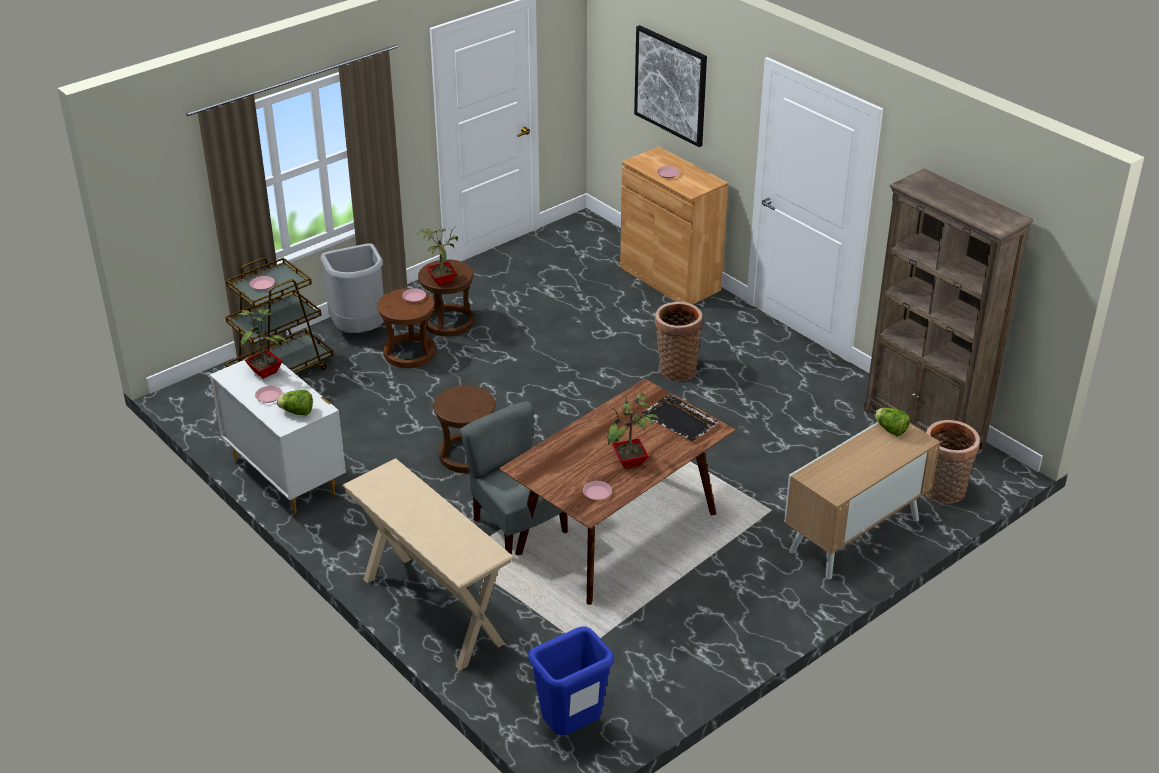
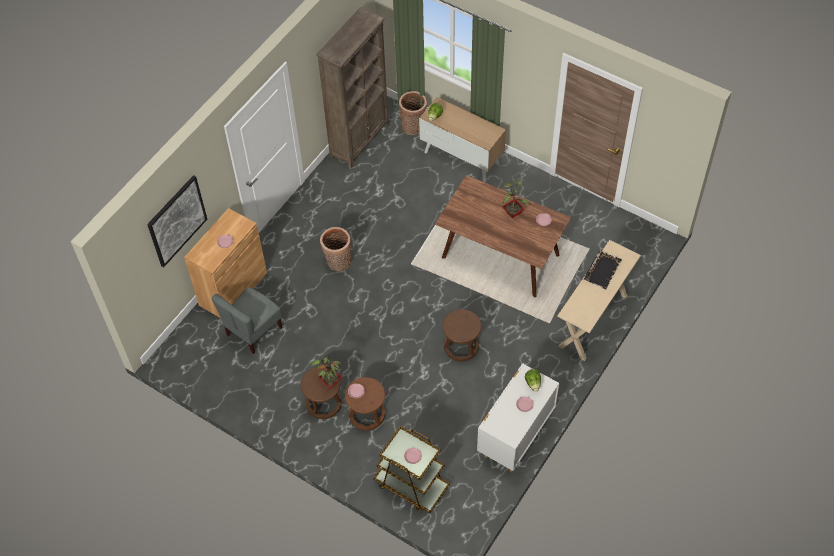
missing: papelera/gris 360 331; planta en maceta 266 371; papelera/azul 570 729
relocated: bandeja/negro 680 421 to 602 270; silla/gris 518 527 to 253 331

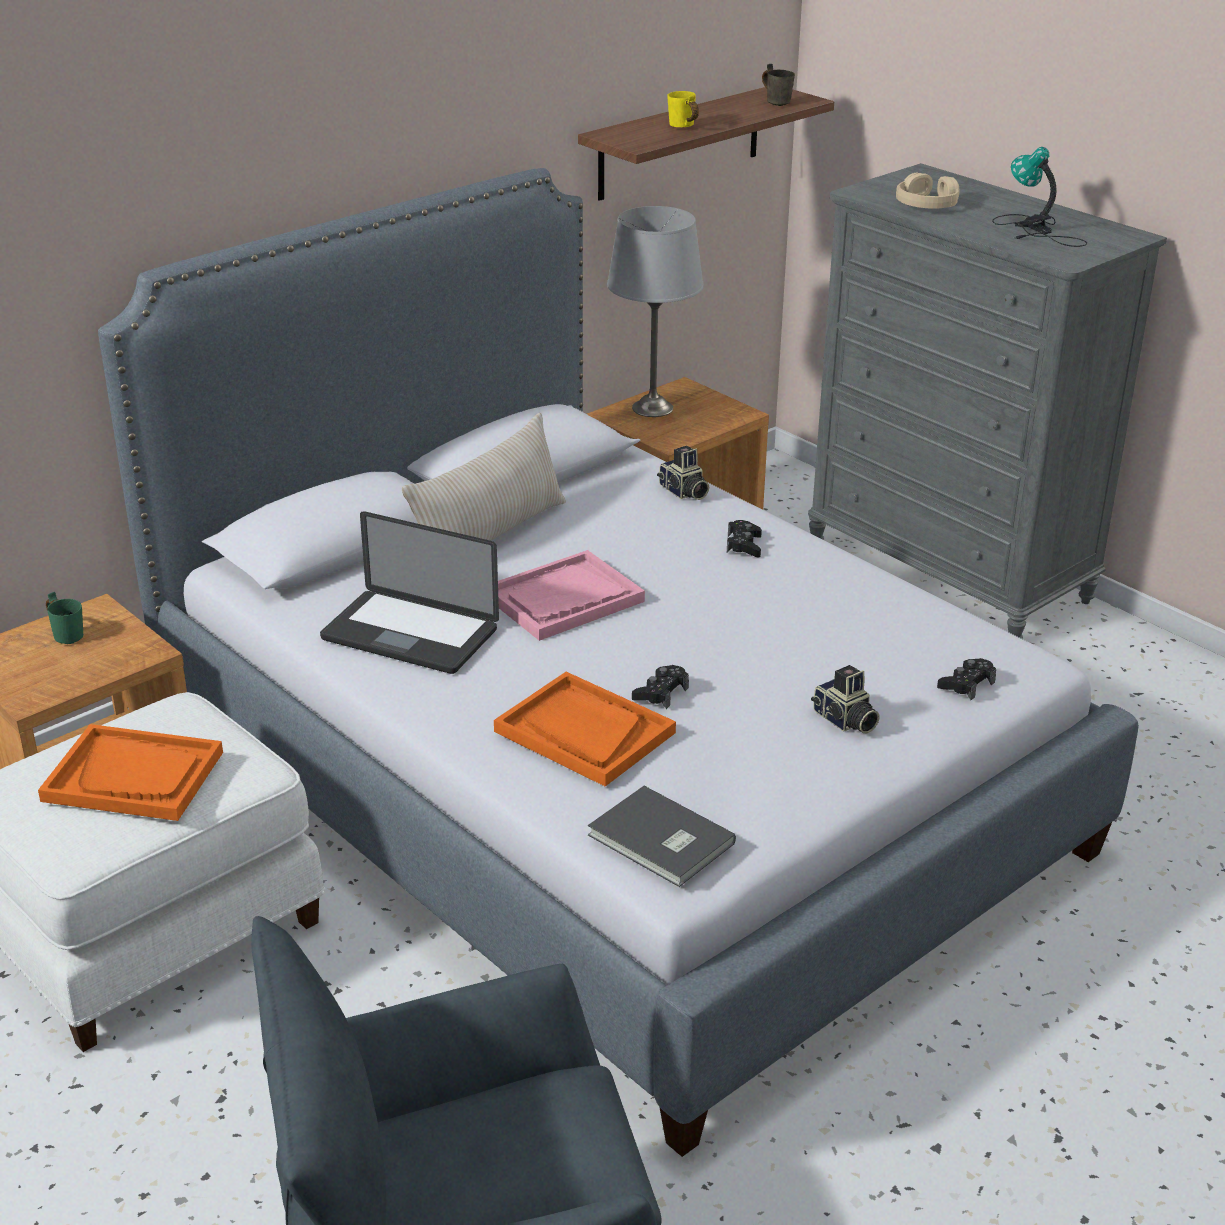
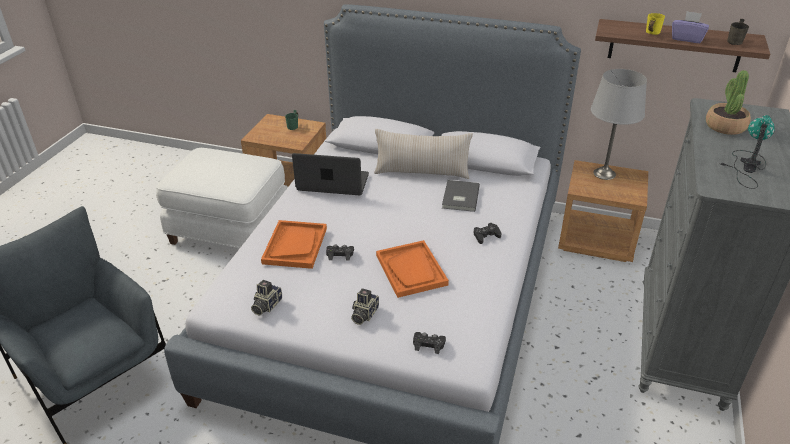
missing: bandeja/rosa 564 599
appeared: caja de pañuelos/morado 687 38
relocated: cámara 683 492 to 266 305; bandeja/naranja 134 776 to 411 270; libro/gris 660 842 to 459 197
exchanged: auriculares/beis 927 204 to planta en maceta 725 126
spun: portátil 410 634 = 333 183 105 degrees clockwise

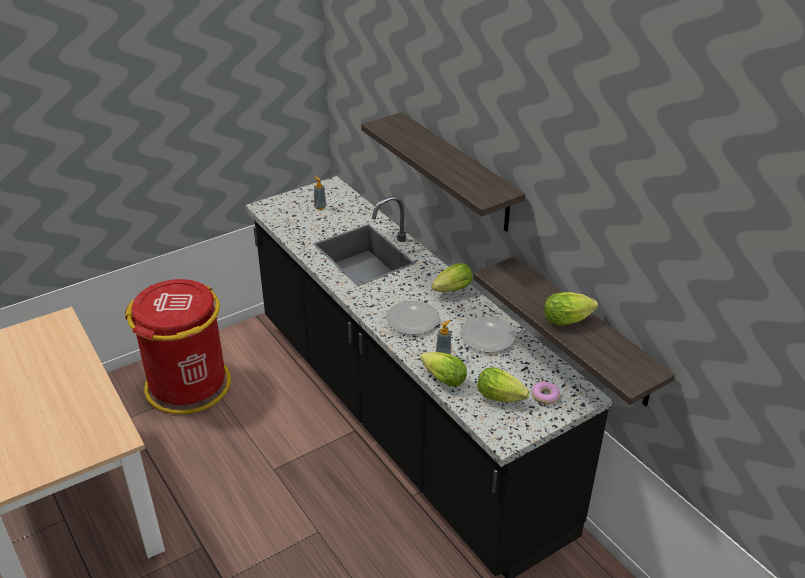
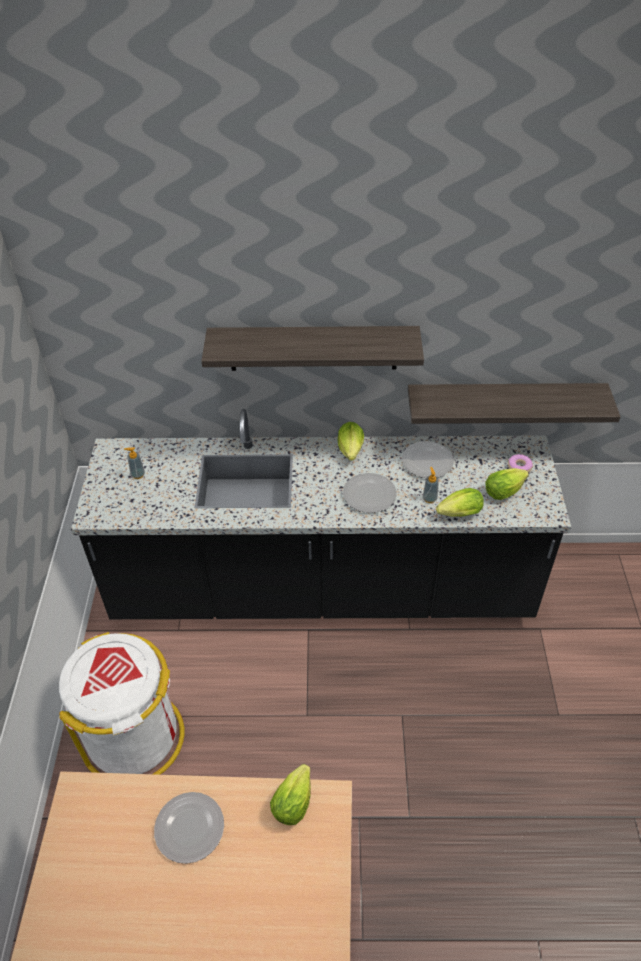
appeared: plato 190 828
relocated: lechuga 569 320 to 294 799
colour: papelera/rojo 188 385 to papelera/blanco 135 737

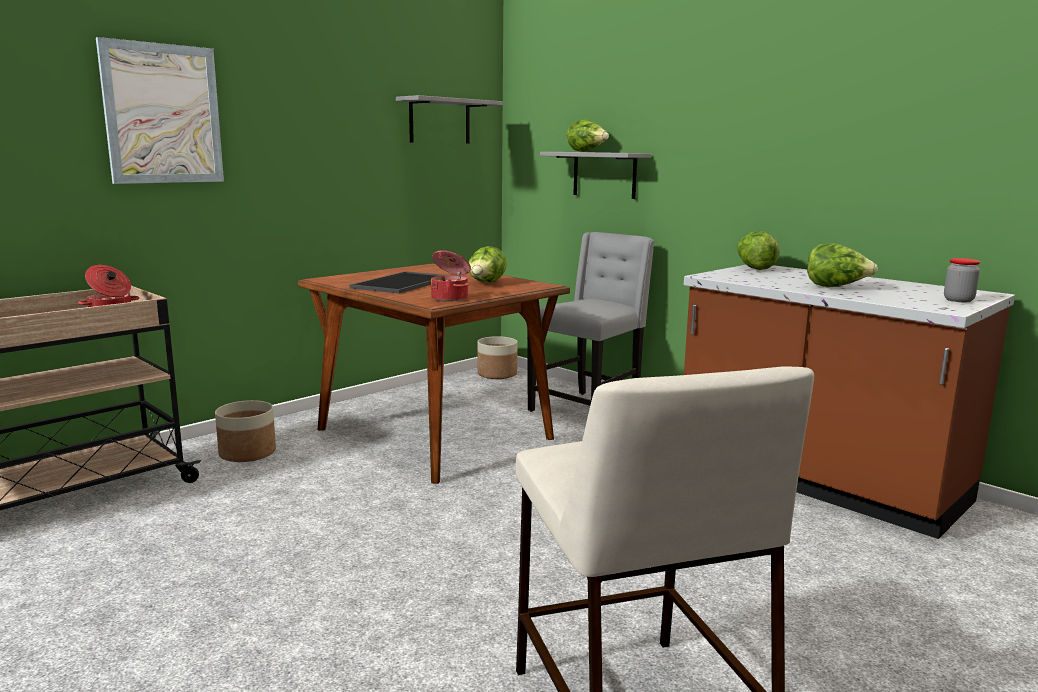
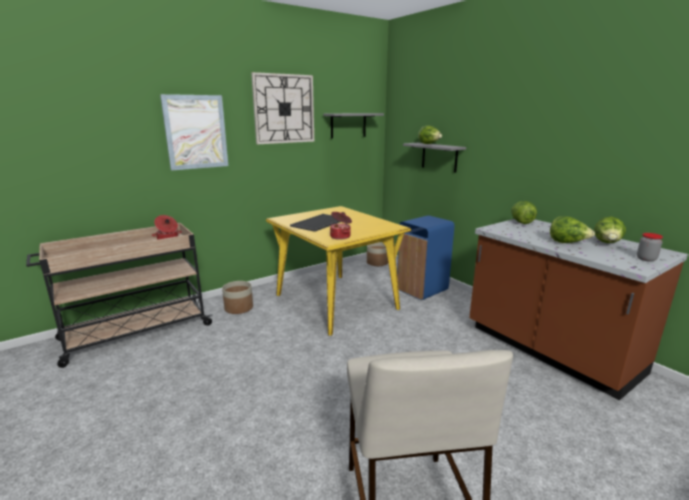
appeared: reloj de pared 284 109
relocated: lechuga 486 283 to 607 243
exchanged: silla/gris 587 409 to papelera/azul 422 290
colour: mesa de comedor/marrón 435 434 to mesa de comedor/amarillo 336 302

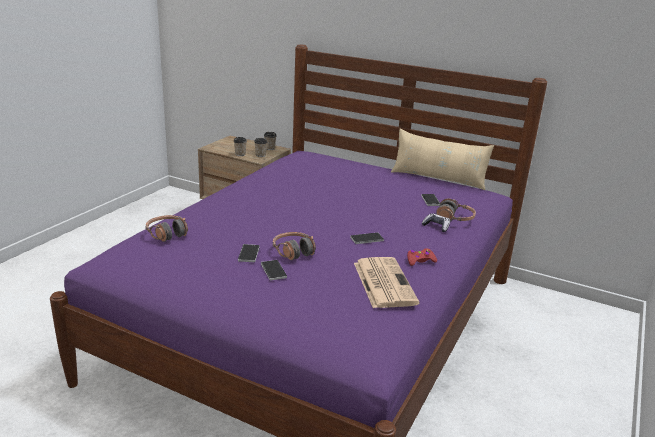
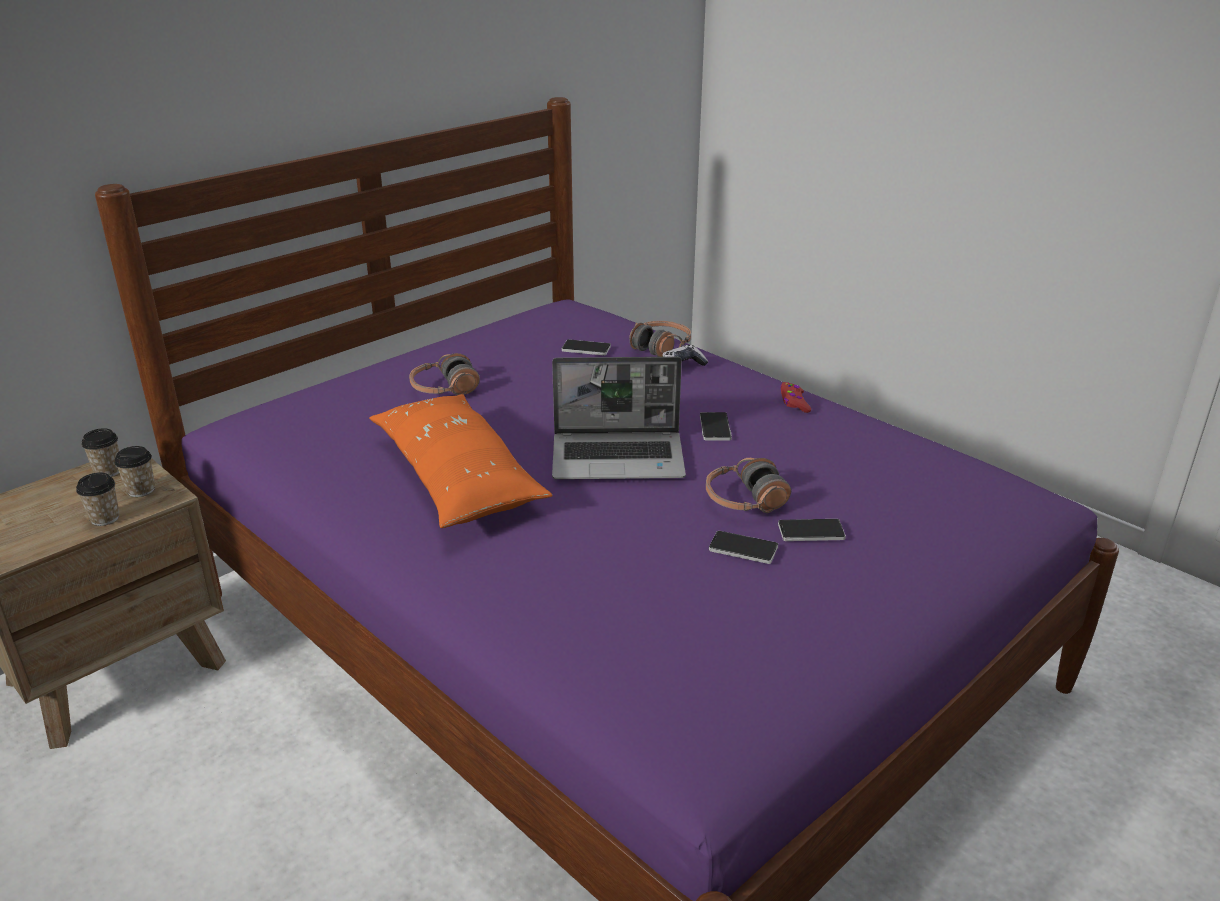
missing: cojín/beis 438 179; periódico 383 282
appeared: portátil 619 458; cojín/naranja 456 478
relocated: auriculares 167 234 to 444 389

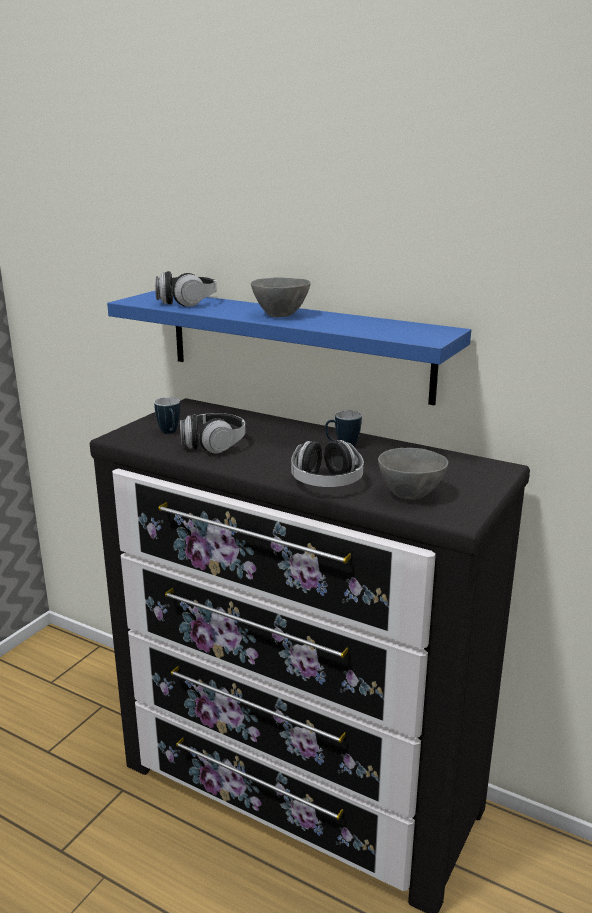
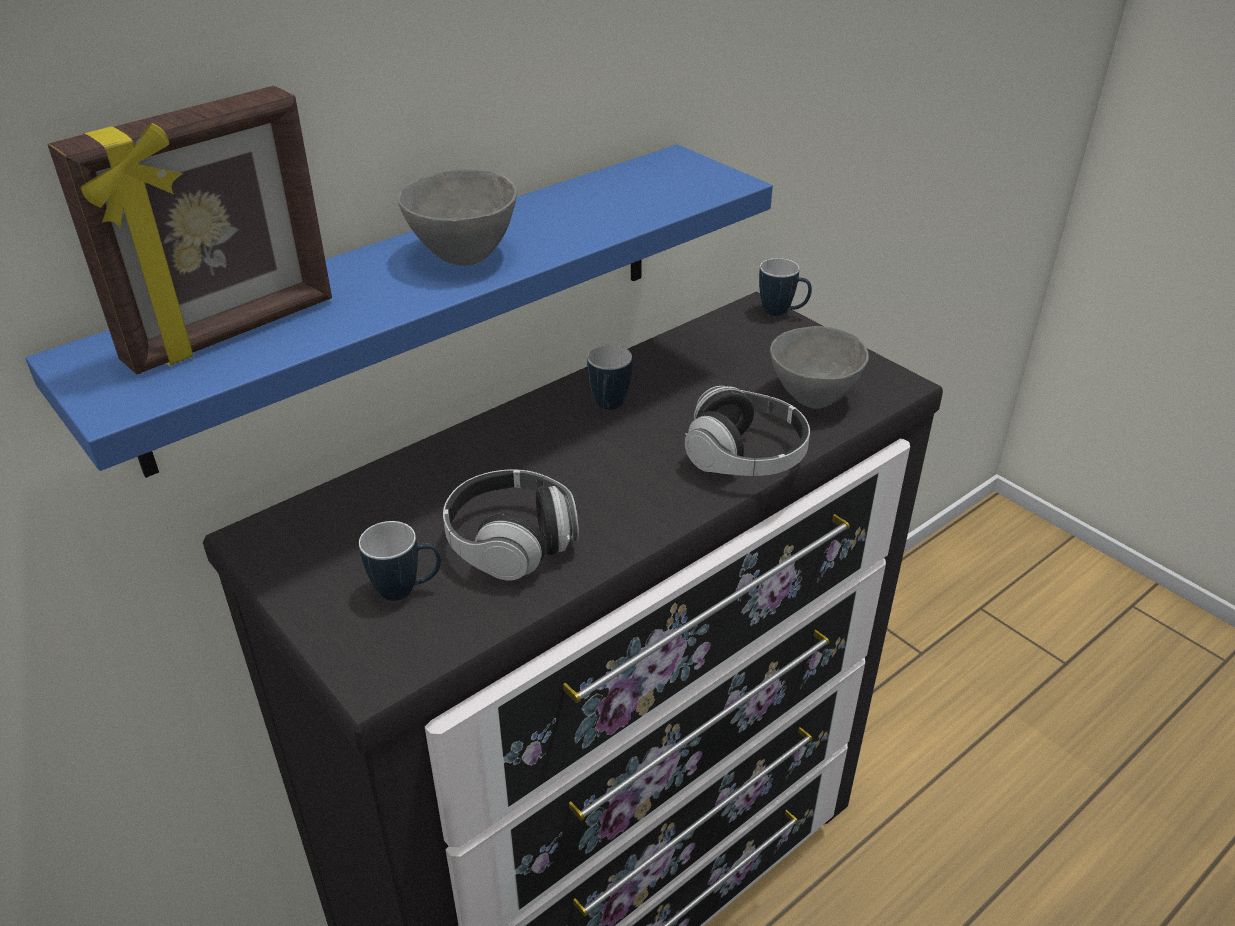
appeared: taza grande 782 312
exchanged: auriculares 186 302 to portarretratos 233 332

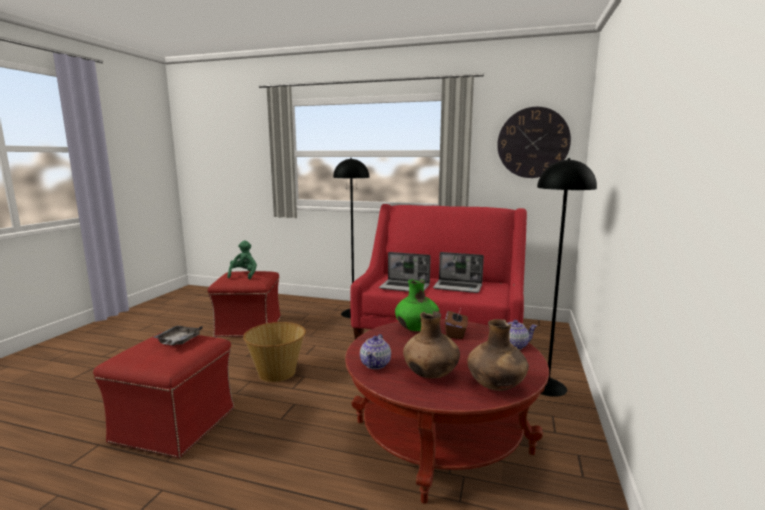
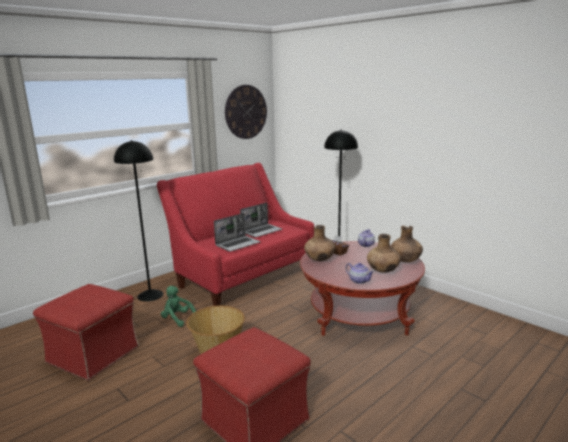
missing: bandeja/gris 178 341
relocated: peluche/verde 244 275 to 177 319
colour: florero/verde 417 329 to florero/marrón 319 259

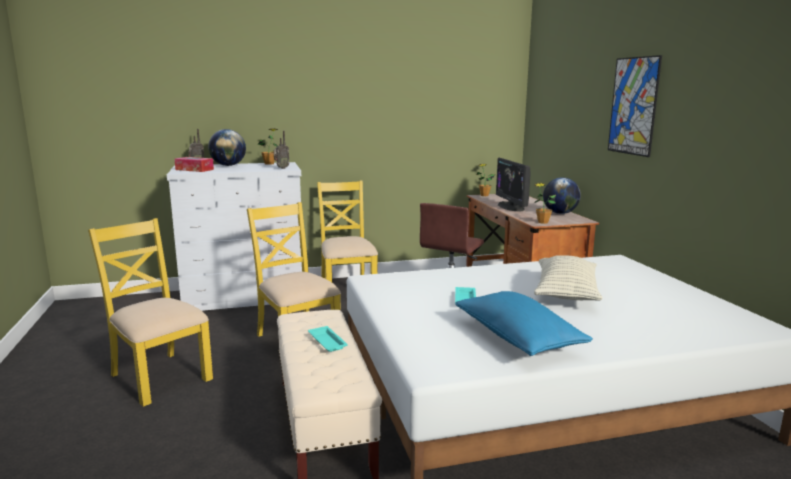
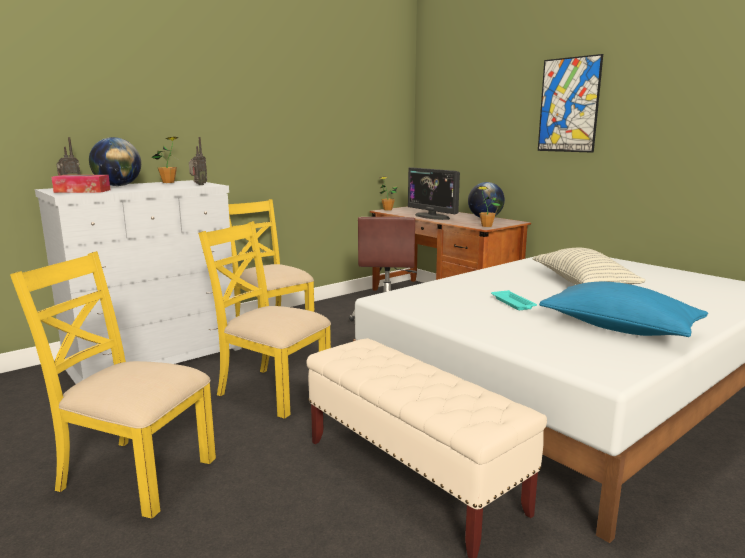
missing: bandeja/turquesa 328 342

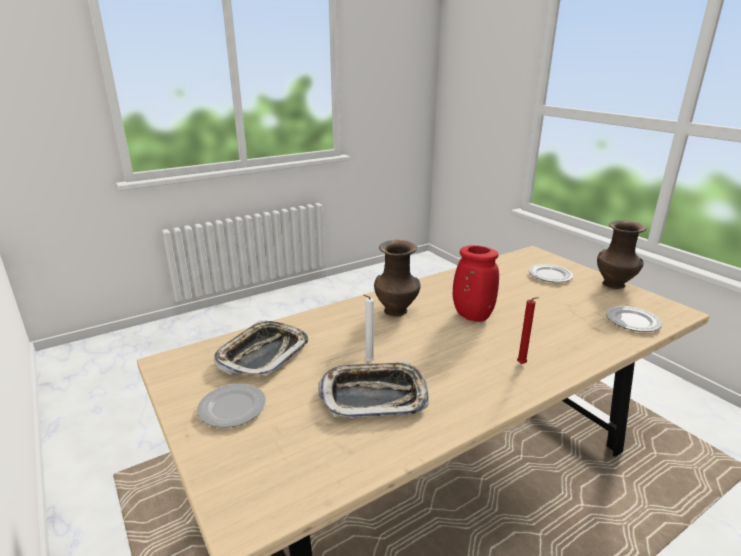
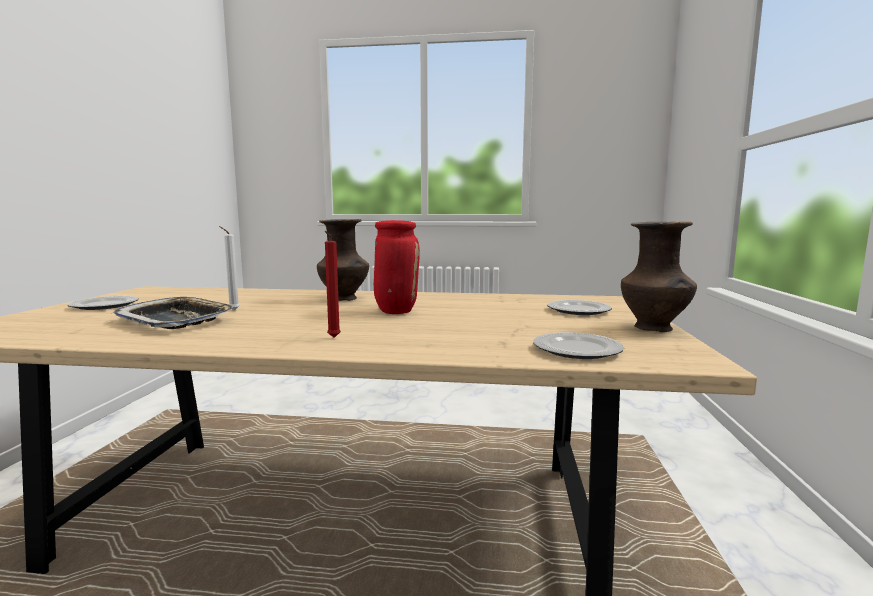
missing: bandeja 263 354

